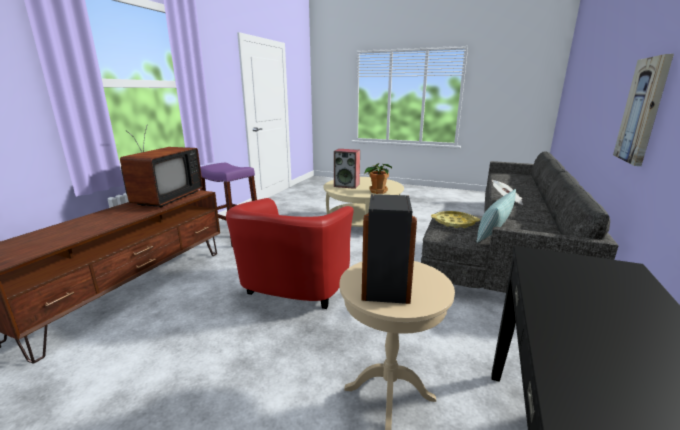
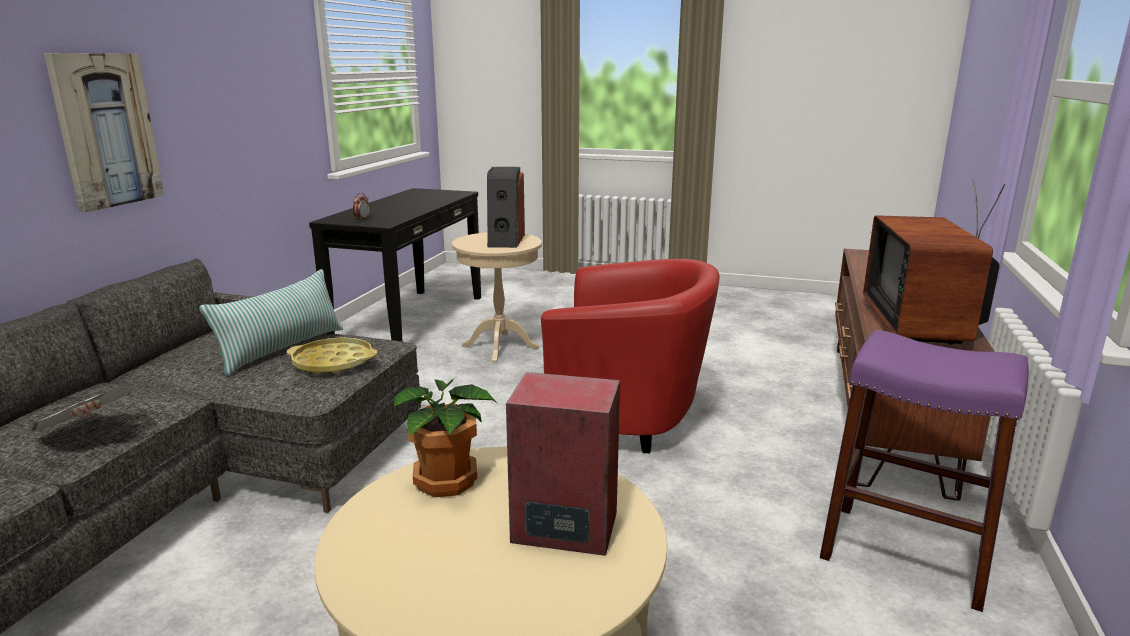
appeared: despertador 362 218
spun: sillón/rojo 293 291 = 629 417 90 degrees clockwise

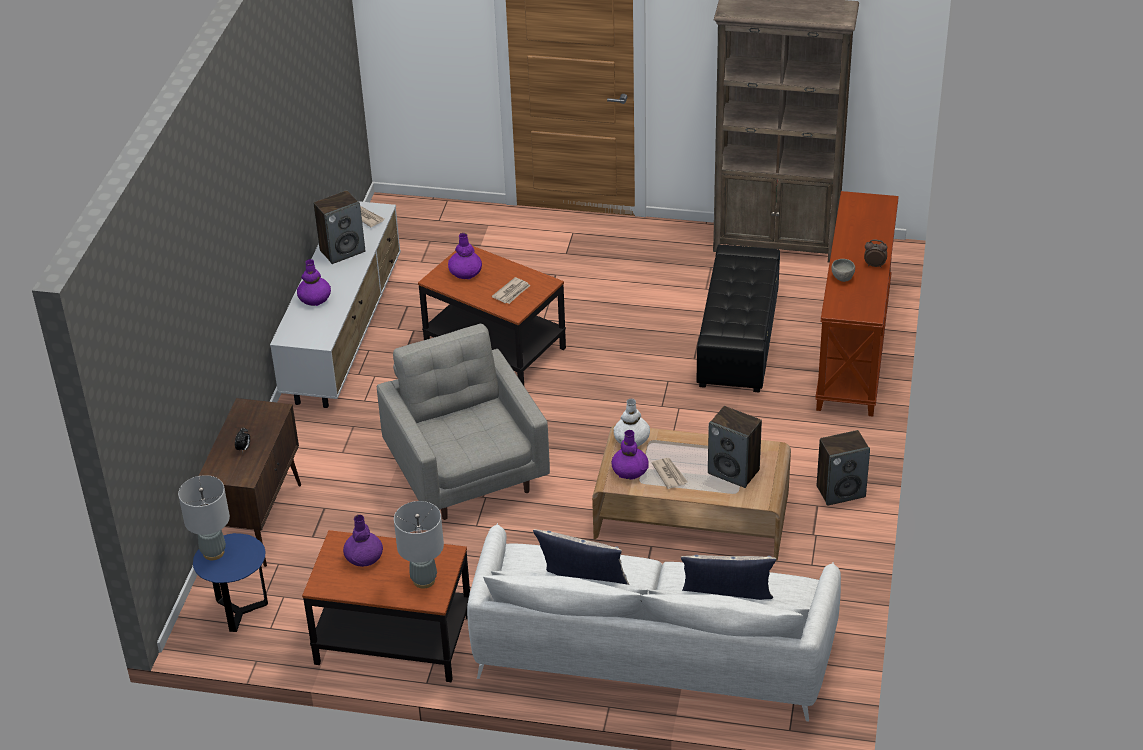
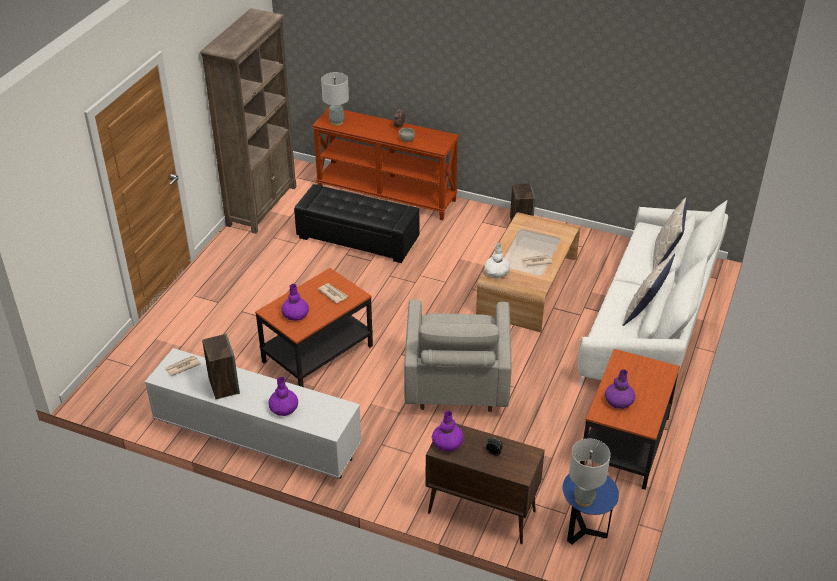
missing: altavoz 734 471
relocated: florero/morado 629 470 to 447 443; lámpara de mesa/gris 424 580 to 337 122
spun: sillón/gris 467 472 = 455 385 75 degrees counterclockwise

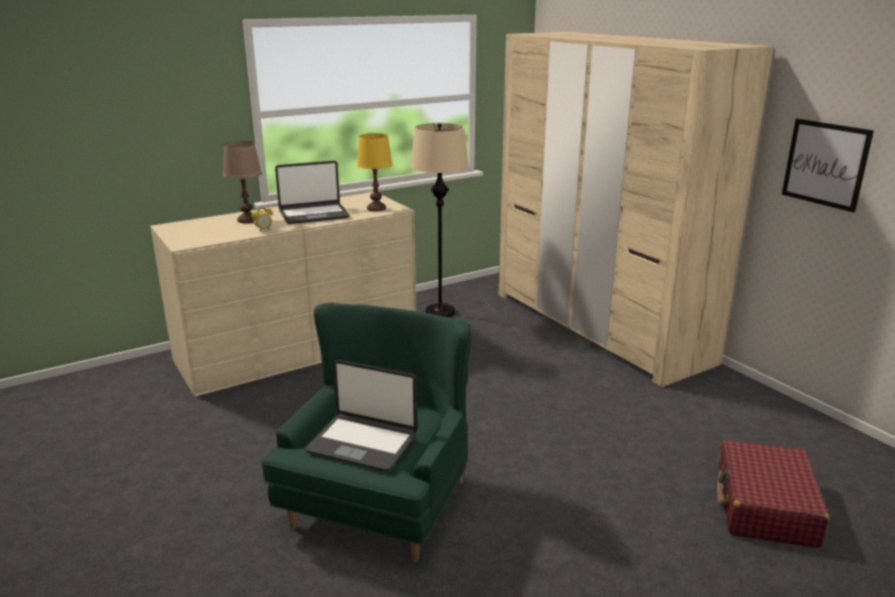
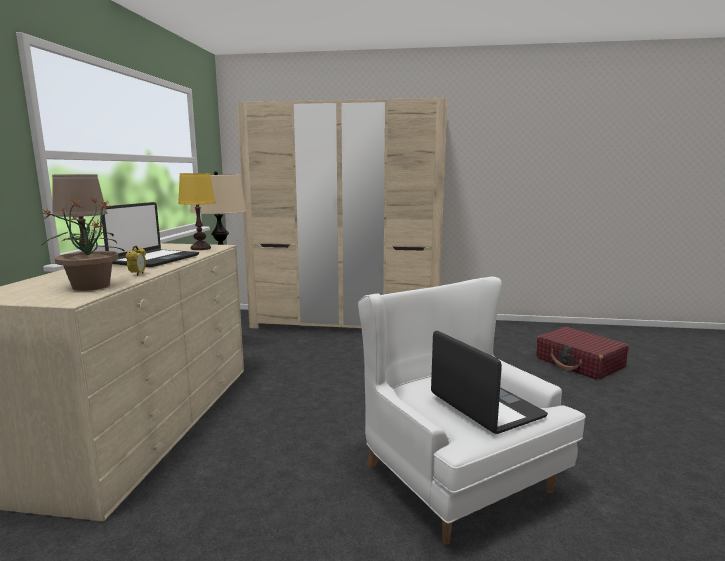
missing: cuadro 825 164
appeared: planta en maceta 91 286
colour: sillón/verde 383 499 to sillón/blanco 452 474
spun: portátil 363 443 = 485 406 90 degrees counterclockwise

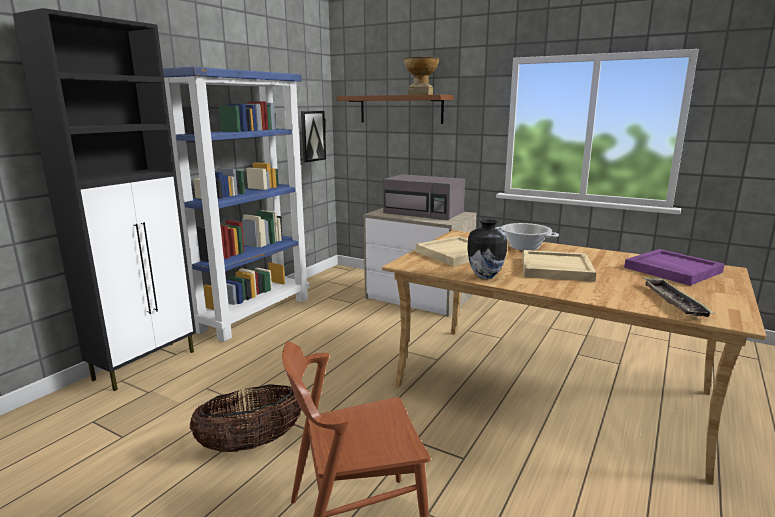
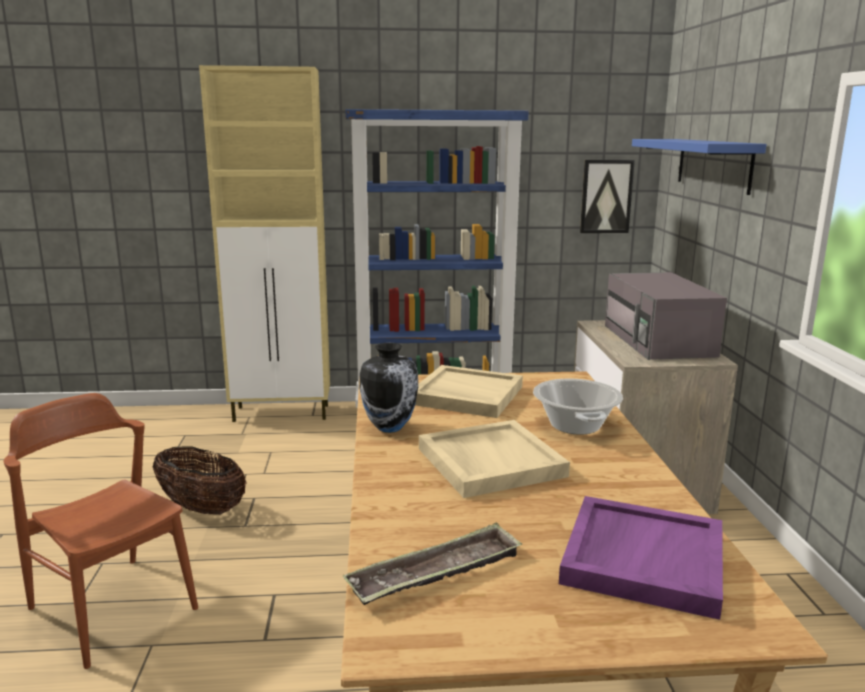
missing: florero 420 94
colour: armario/negro 147 364 to armario/beis 283 413; estante/marrón 400 109 to estante/azul 713 164

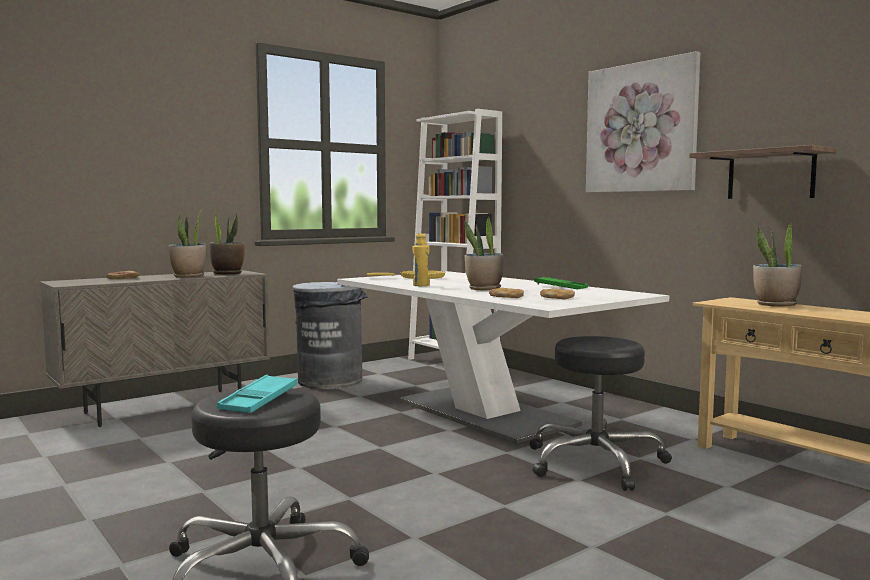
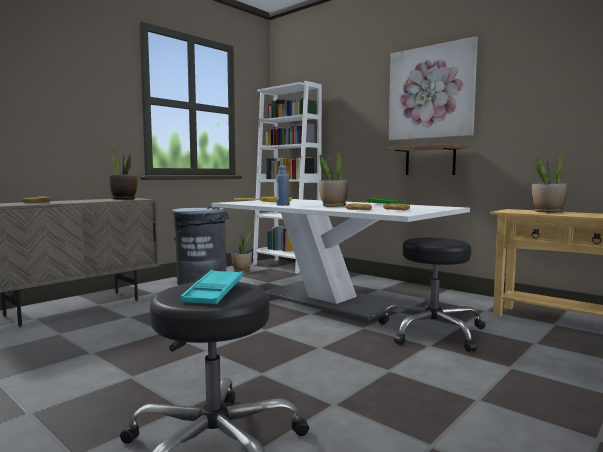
relocated: estante 770 175 to 430 161; planta en maceta 188 276 to 241 270
colour: botella/amarillo 421 285 to botella/azul 282 205

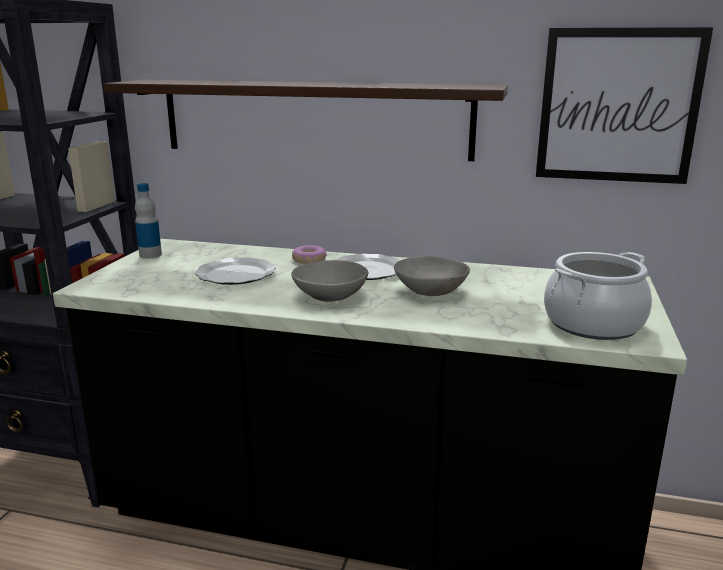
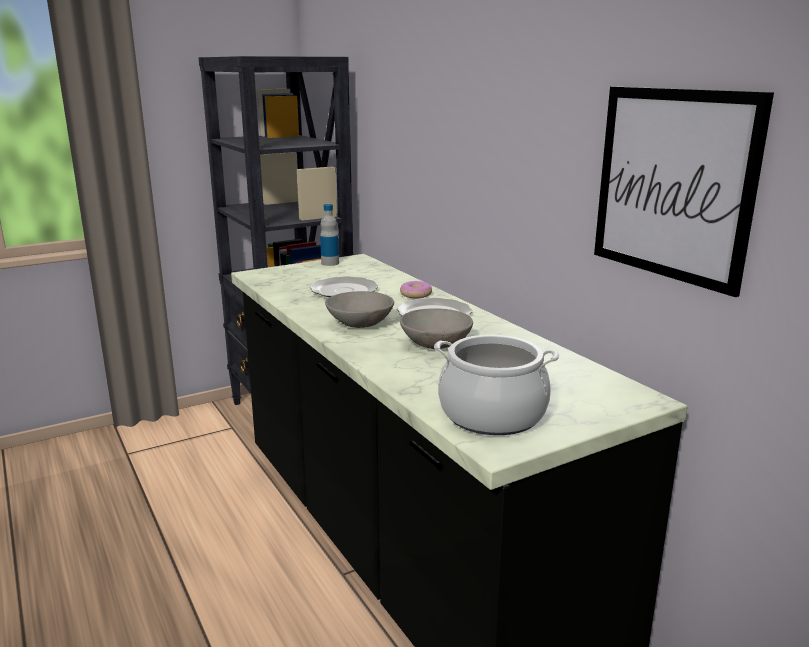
missing: estante 314 118

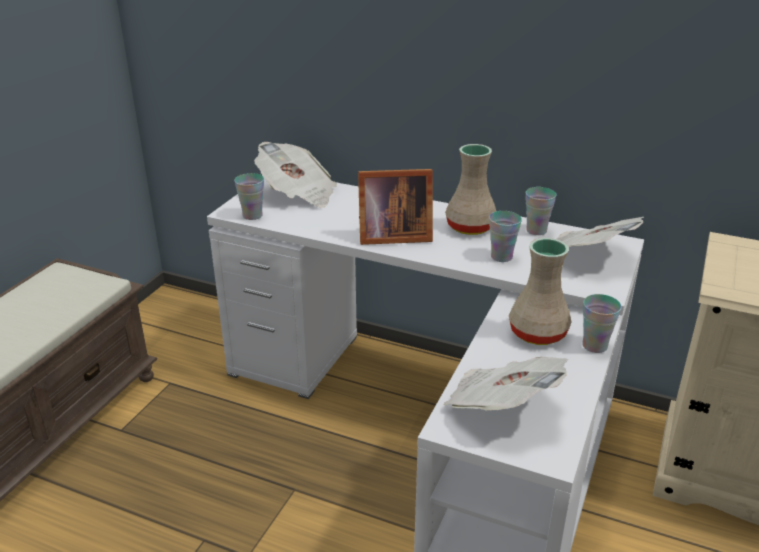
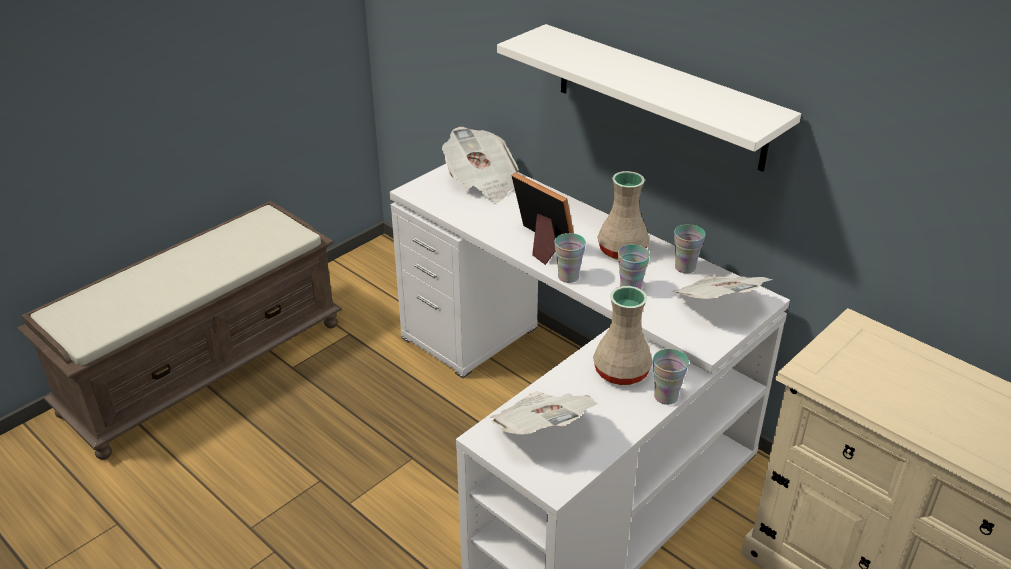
appeared: estante/blanco 659 97
relocated: taza 252 215 to 568 277
spun: portarretratos 391 236 = 541 245 150 degrees counterclockwise

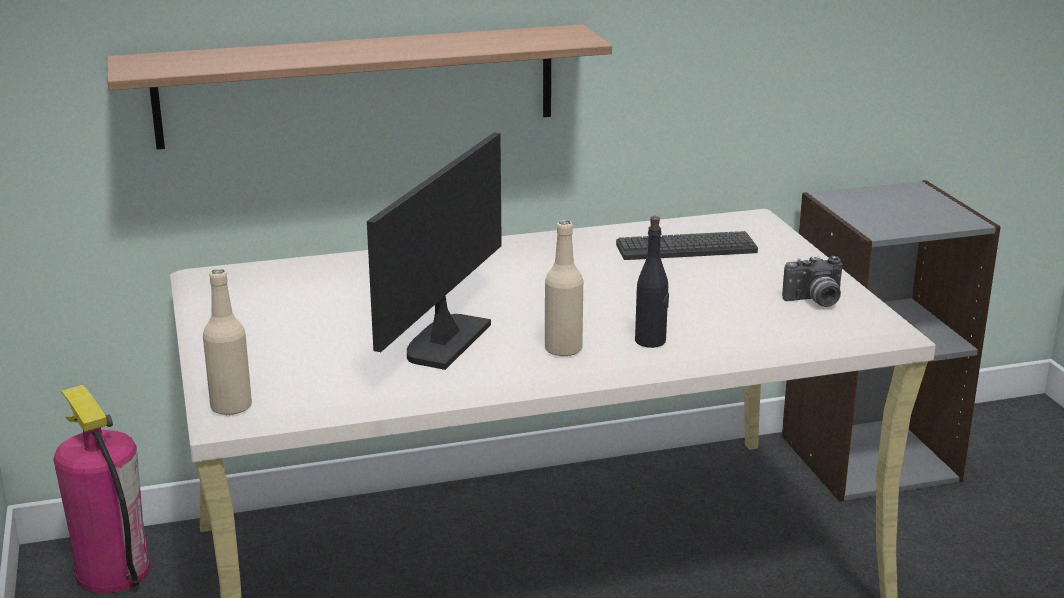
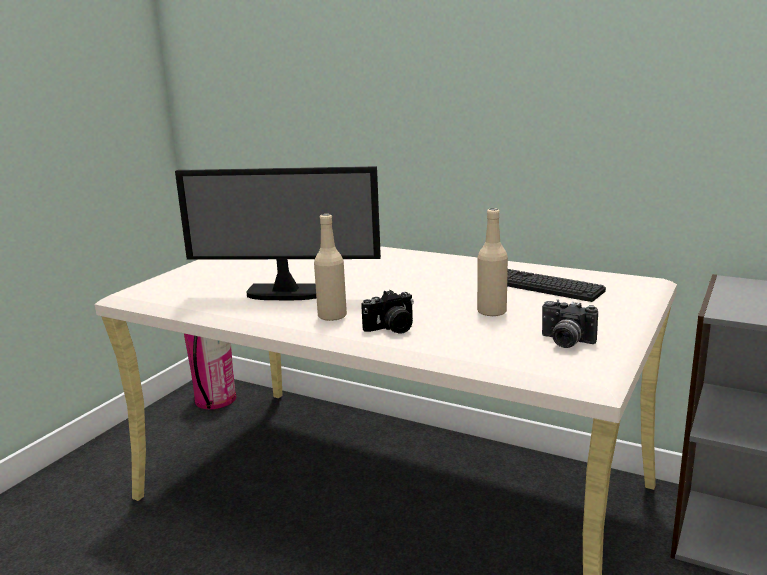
missing: estante 357 86
relocated: botella/beis 231 407 to 491 312
exchanged: botella/negro 650 341 to cámara 391 329
spun: monitor 444 342 = 285 293 150 degrees counterclockwise

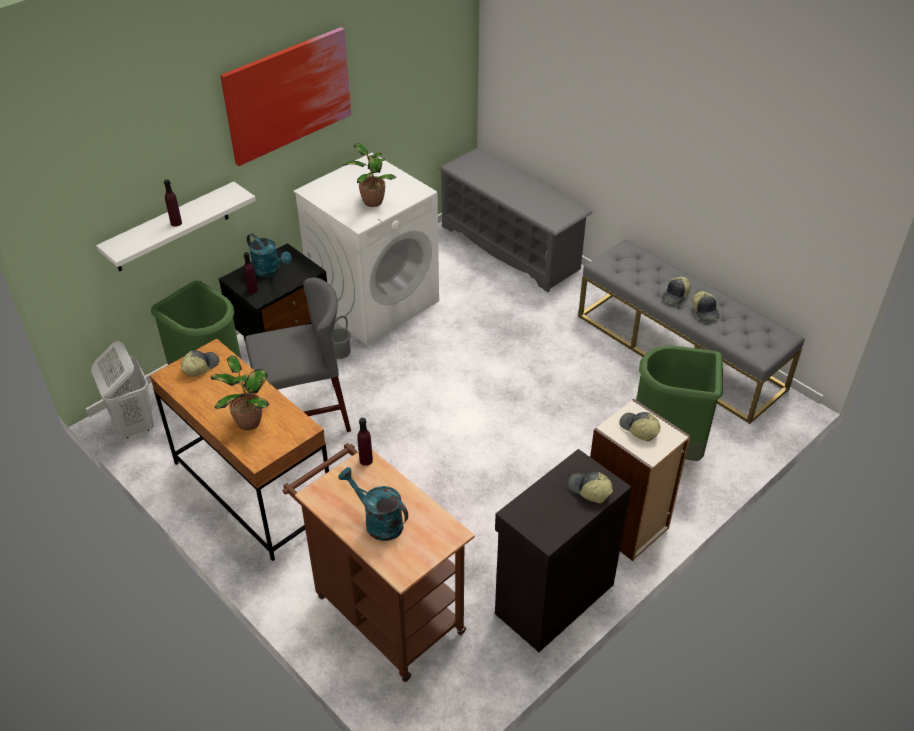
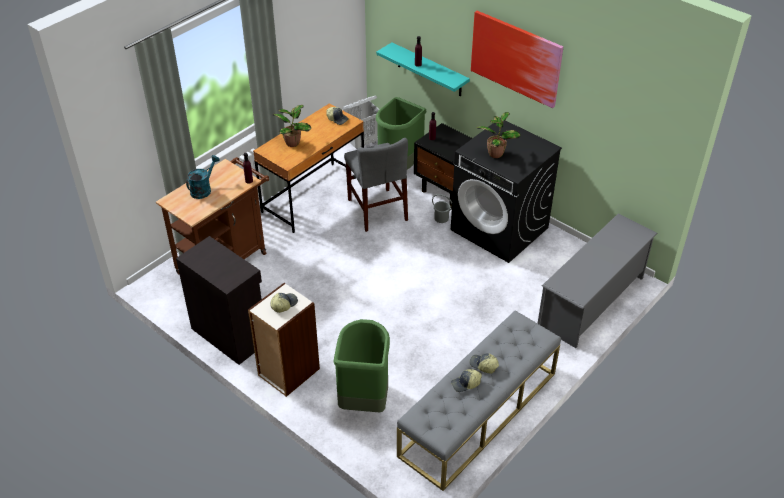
missing: regadera/turquesa 270 271; gorra 589 490
colour: lavadora/blanco 374 301 to lavadora/negro 500 229; estante/blanco 171 227 to estante/turquesa 429 70

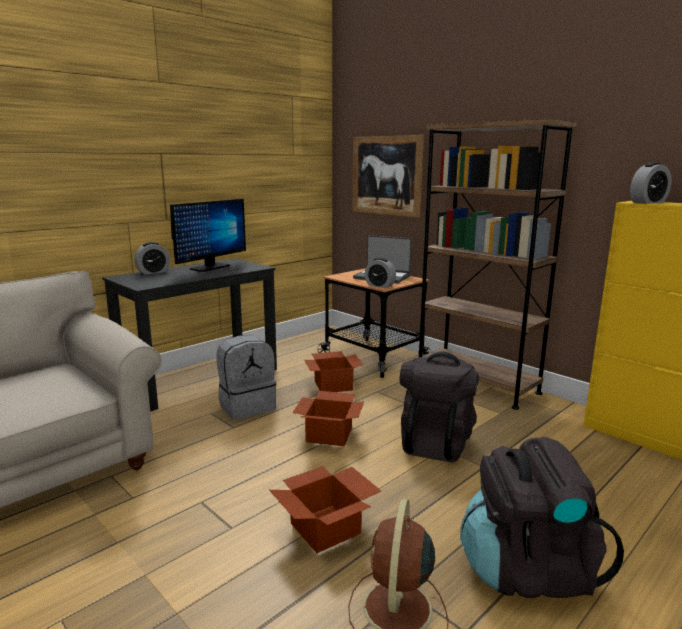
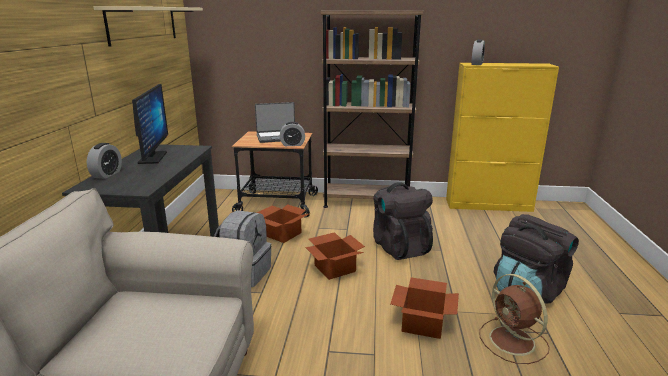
missing: cuadro 386 175
appeared: estante/beis 143 24

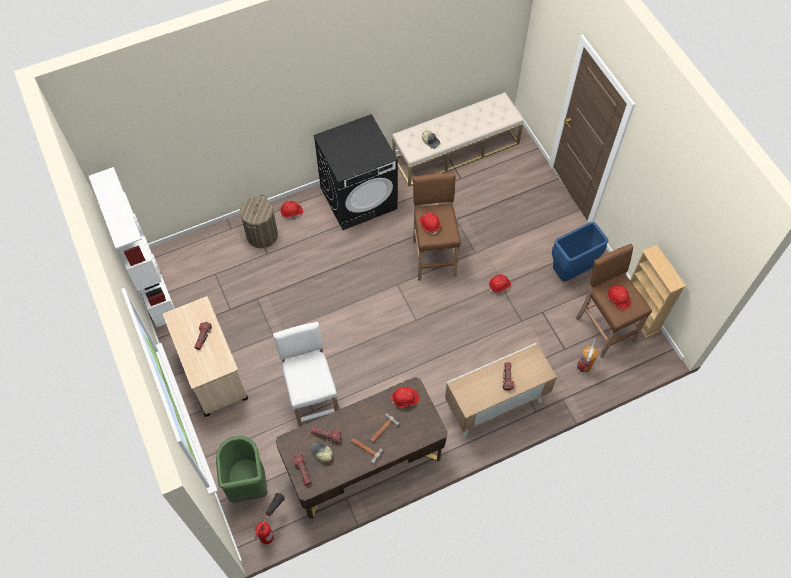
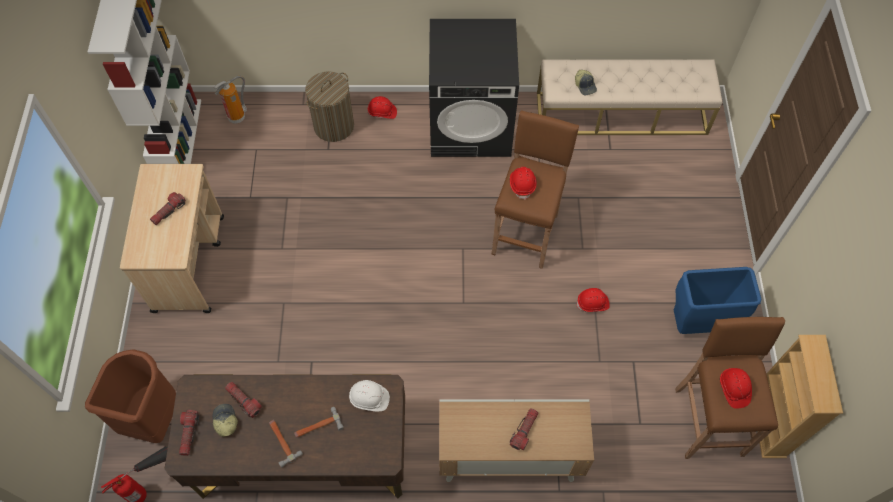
missing: taburete/blanco 313 401
relocated: extintor 583 367 to 237 117
colour: casco/rojo 405 399 to casco/blanco 369 399; papelera/verde 247 484 to papelera/marrón 153 417

